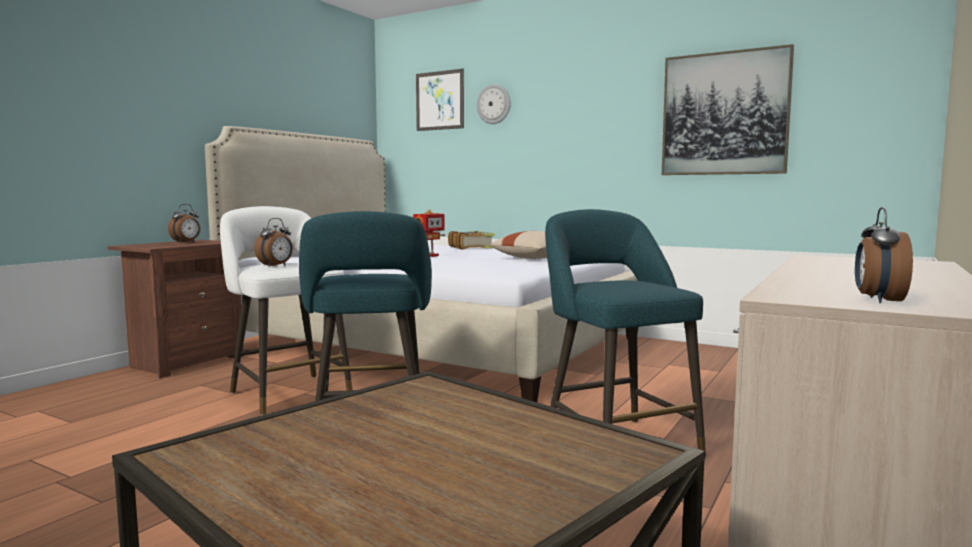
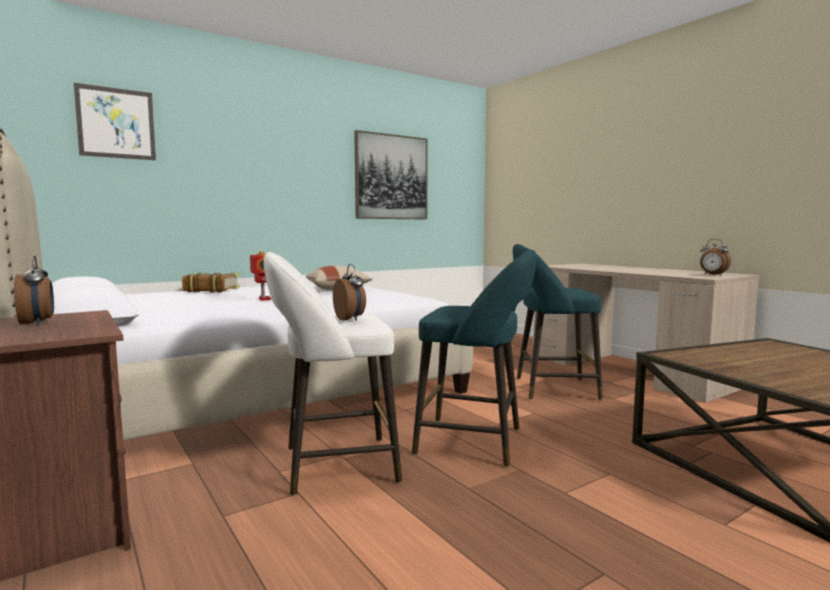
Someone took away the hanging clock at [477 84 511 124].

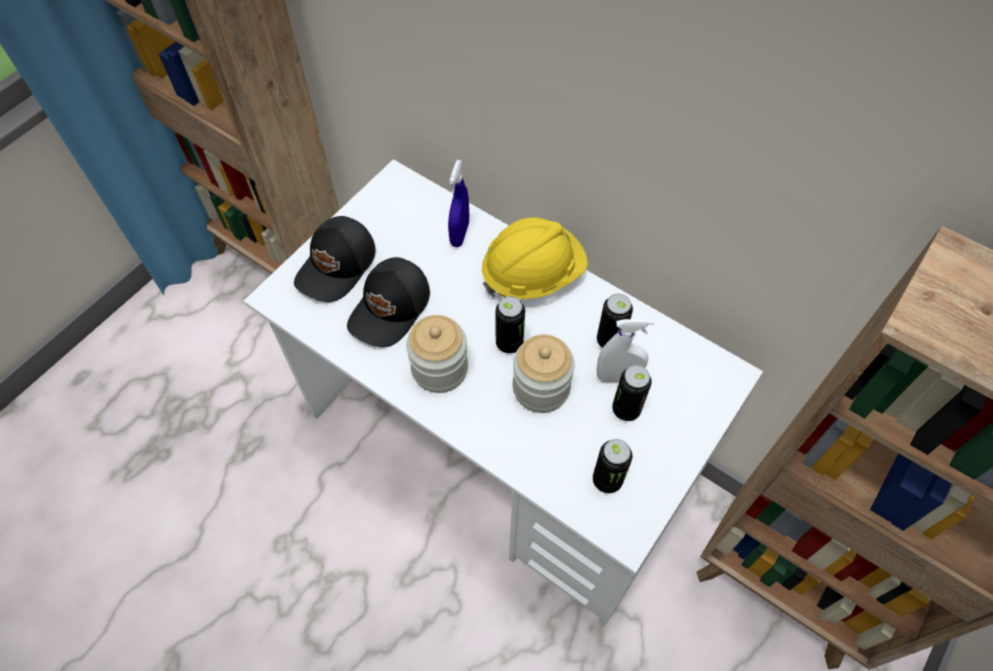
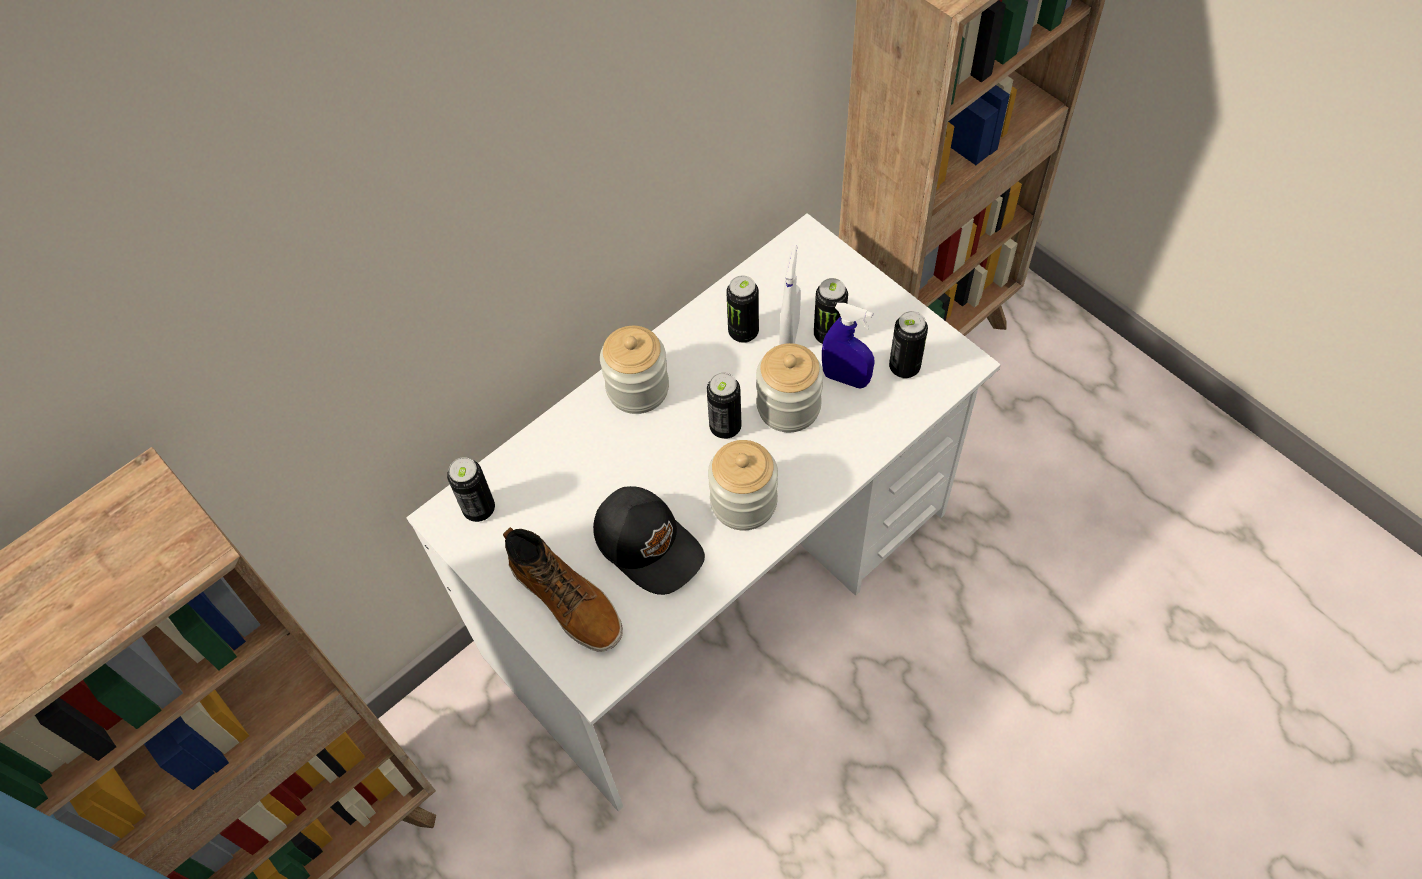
Someone carried the sprayer (bluish) from [448 160 469 247] to [822 303 874 389].
Someone swapped the peaked cap (black) at [294 216 376 302] for the tall boot at [503 527 623 652].
Someone swapped the safety helmet (yellow-coloured) at [482 217 588 299] for the jar at [600 326 669 414].
Someone put down the metal can at [447 457 495 522].

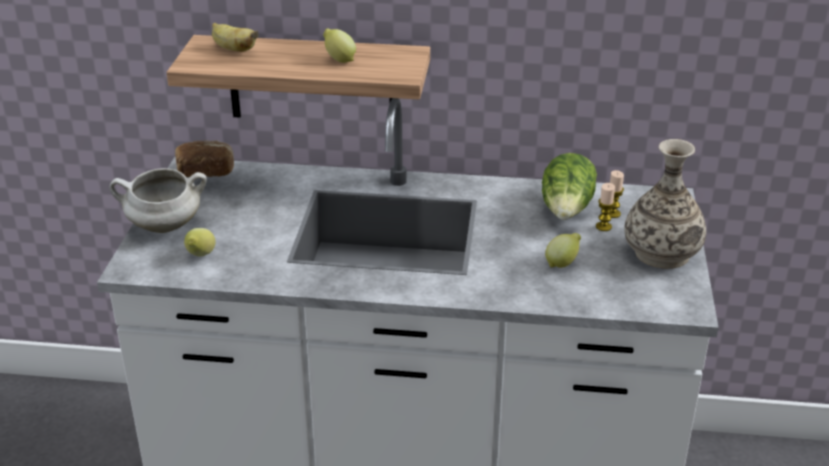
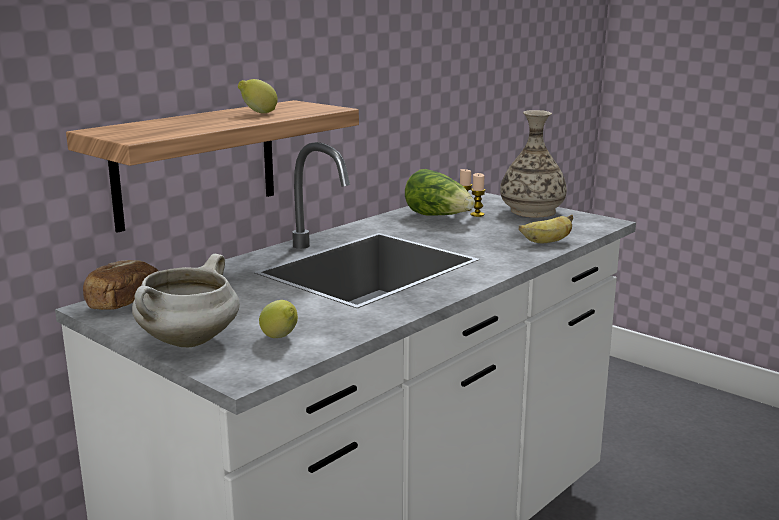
Someone carried the banana from [212 23 259 52] to [519 214 573 243].
Someone took away the whole lemon at [545 233 581 268].

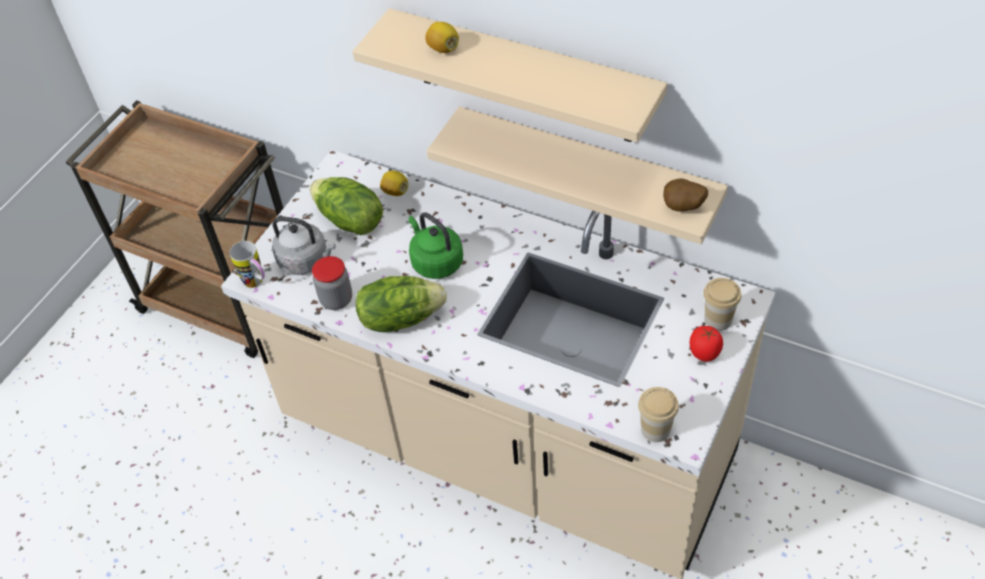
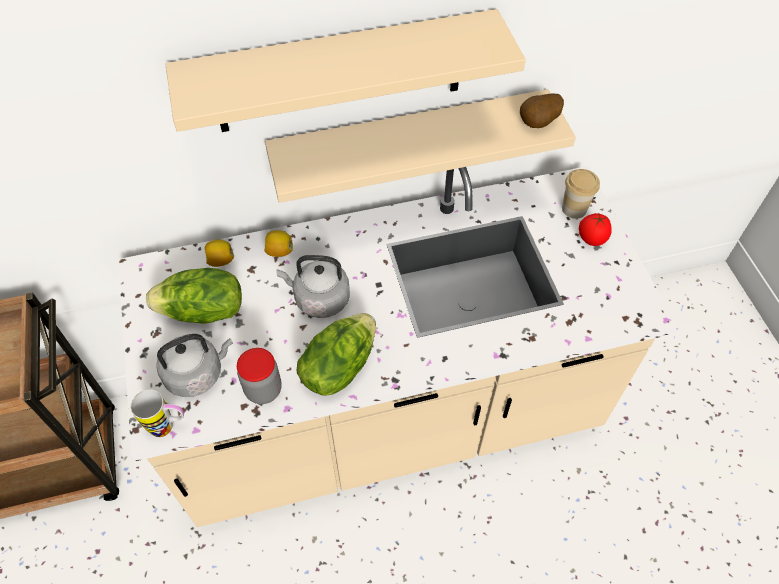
Someone carried the whole lemon from [425 22 459 53] to [265 230 293 257].
Someone repainted the water kettle (green-coloured) at [408 213 463 279], which became the water kettle (greyish) at [276 255 350 318].
Someone took away the cup at [638 387 679 442].

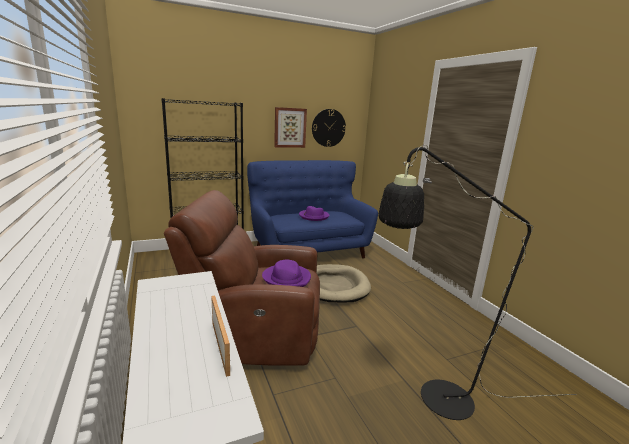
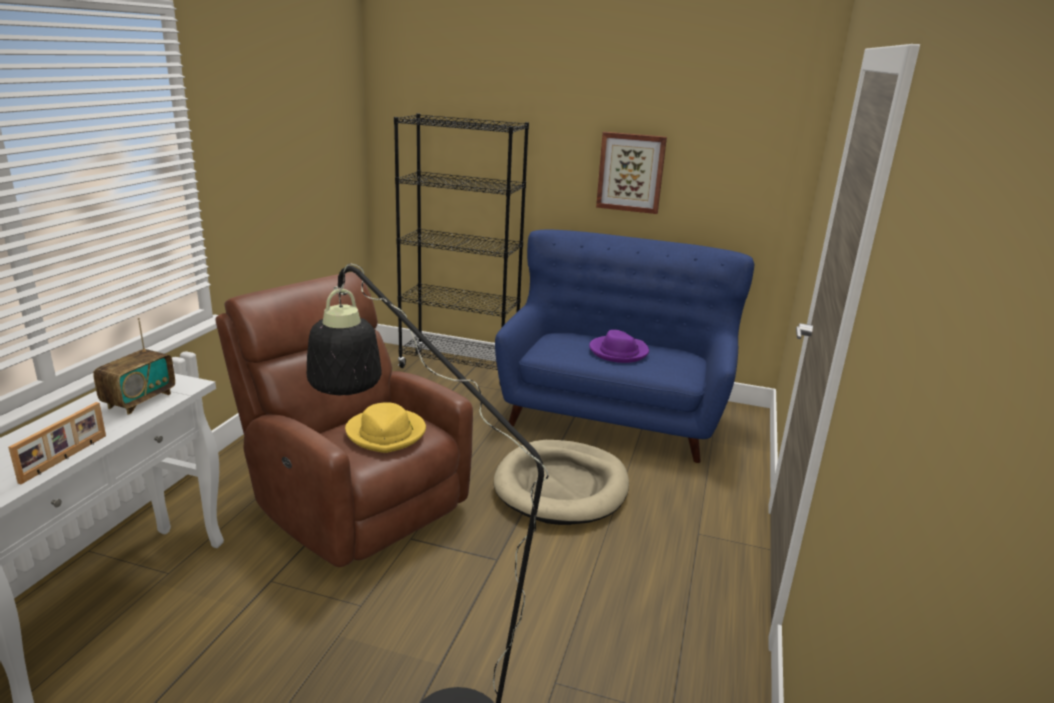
Someone took away the hanging clock at [312 109 346 147].
Someone repainted the clothing hat (purplish) at [262 260 311 287], which became the clothing hat (yellow-coloured) at [345 402 426 453].
Someone put down the radio set at [93 318 175 415].

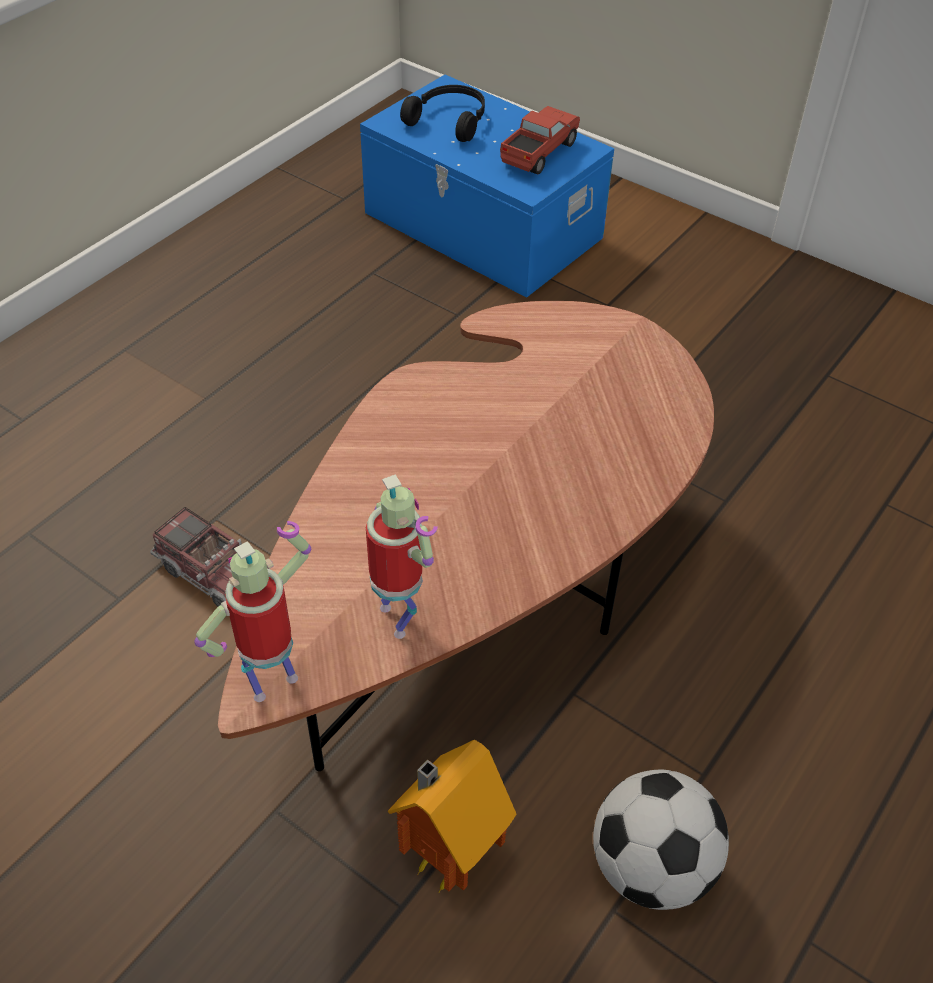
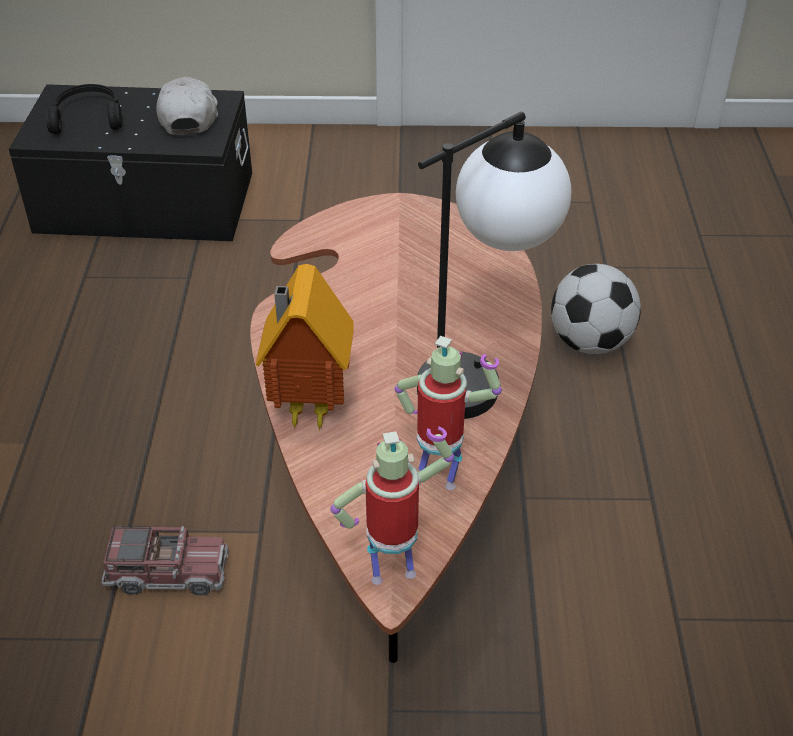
Someone repainted the storage box (bluish) at [360 75 614 298], which became the storage box (black) at [9 84 252 241].
Someone swapped the model truck at [500 106 580 174] for the peaked cap (white) at [156 77 218 135].
Someone rotated the model robot at [194 521 311 702] by 60 degrees clockwise.
Someone carried the toy house from [387 740 516 892] to [256 264 354 432].
Someone carried the football ball from [593 769 729 910] to [551 264 641 354].
Someone put down the tabletop lamp at [417 112 571 419].

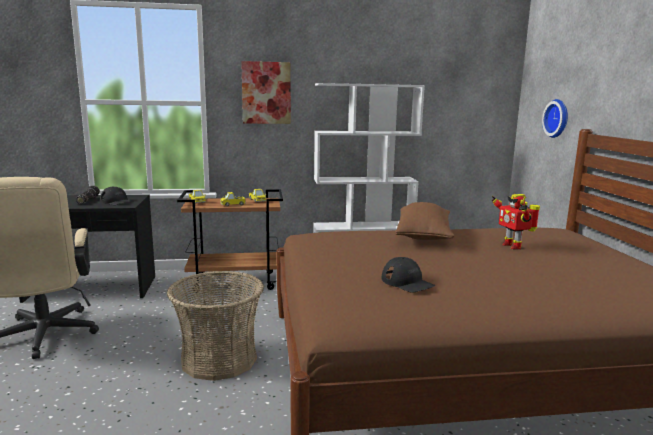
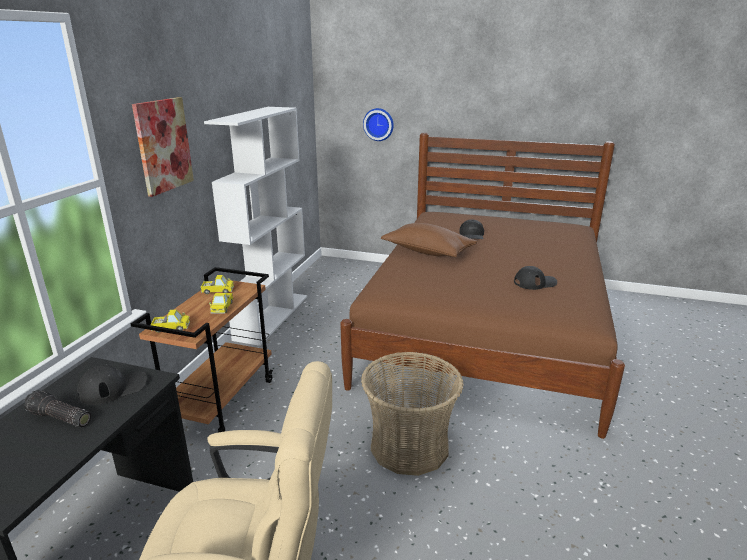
Someone swapped the model robot at [492 194 540 250] for the peaked cap (black) at [459 219 484 239].

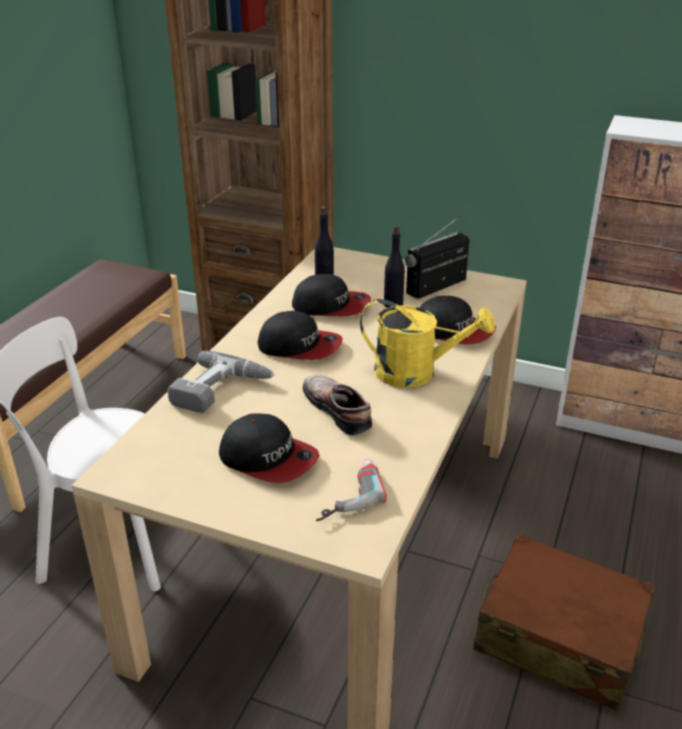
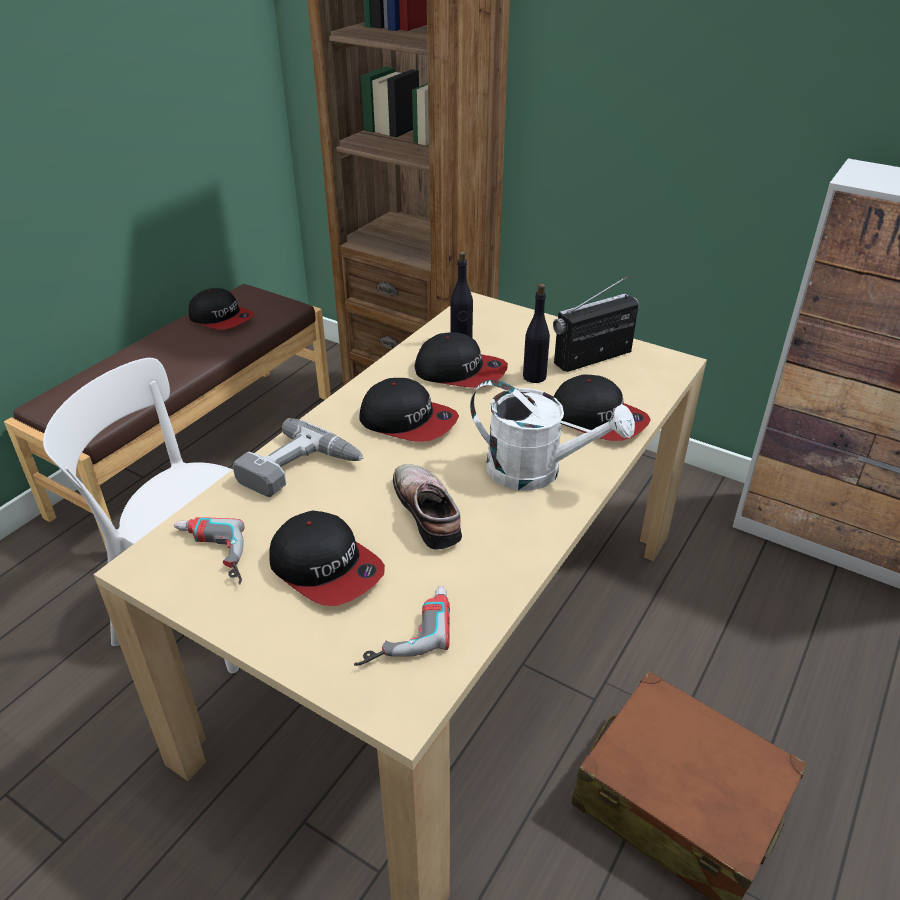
Someone repainted the watering pot (yellow-coloured) at [360 299 495 388], which became the watering pot (white) at [470 380 635 490].
Someone put down the peaked cap at [189 288 254 330].
Someone put down the power drill at [174 517 245 585].

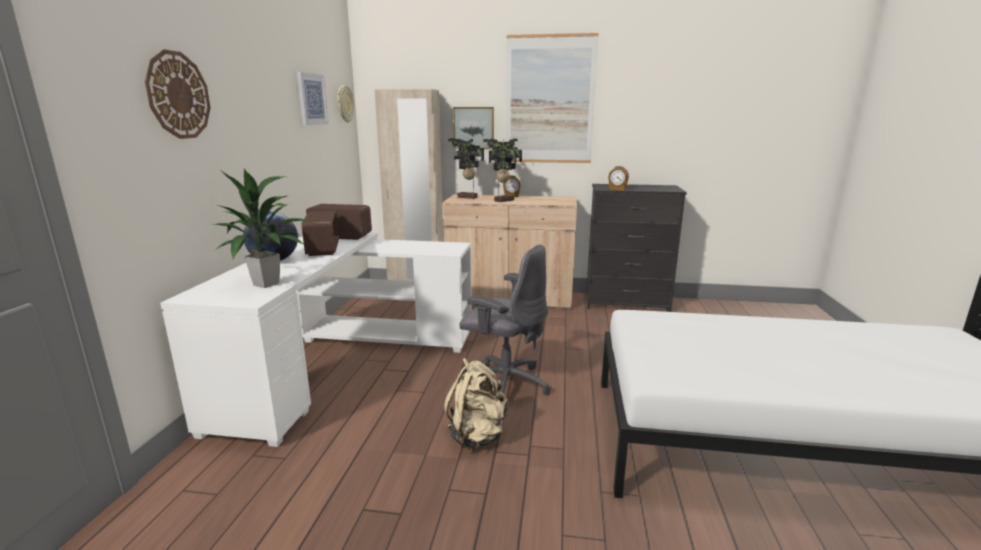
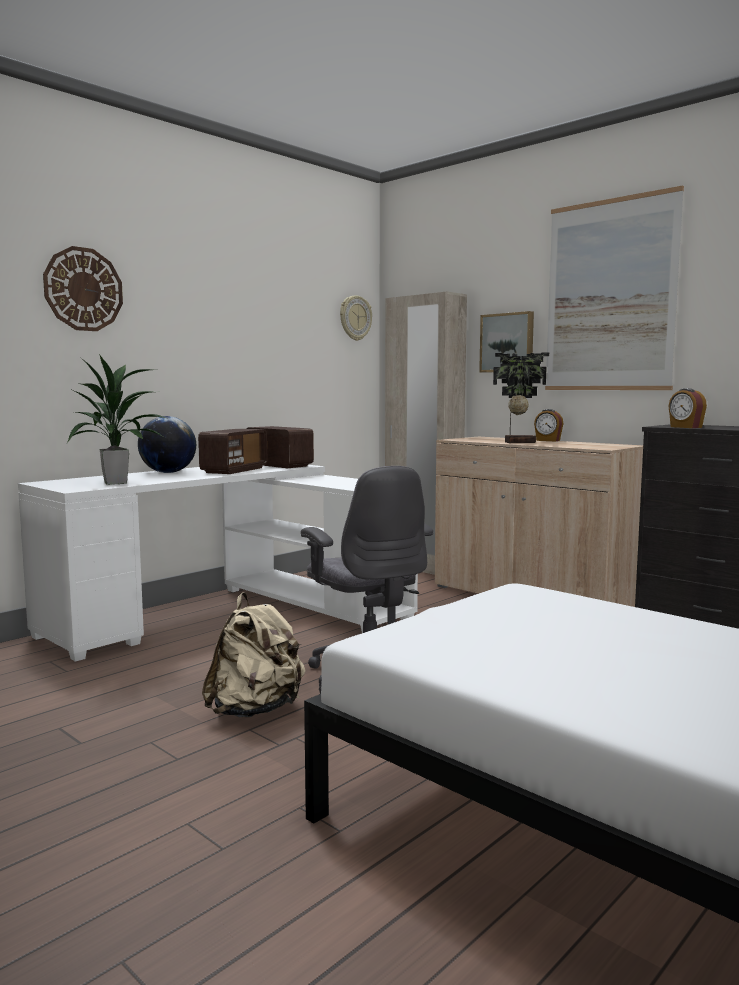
Someone took away the wall picture at [297 72 329 125].
Someone took away the potted plant at [448 138 484 199].

